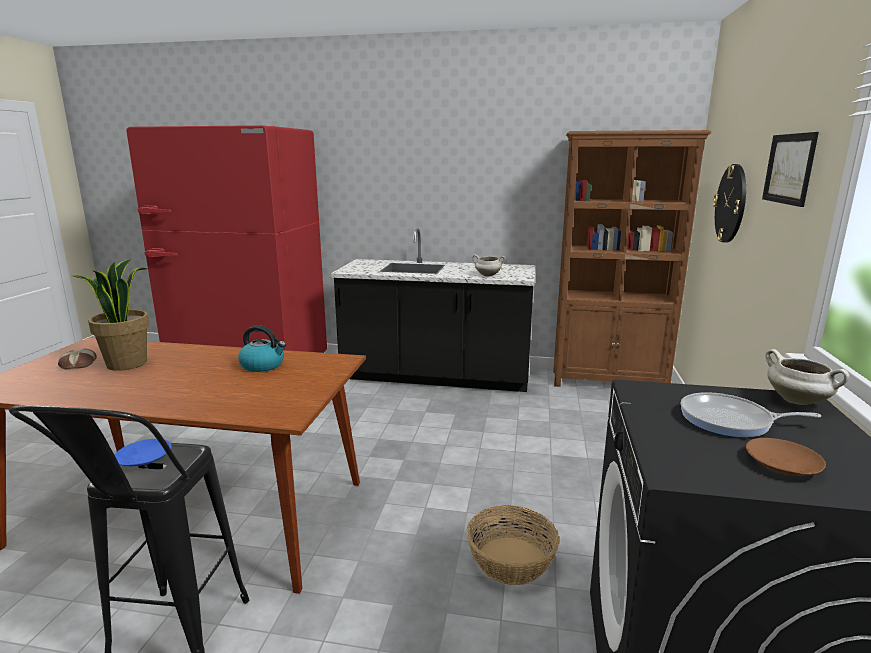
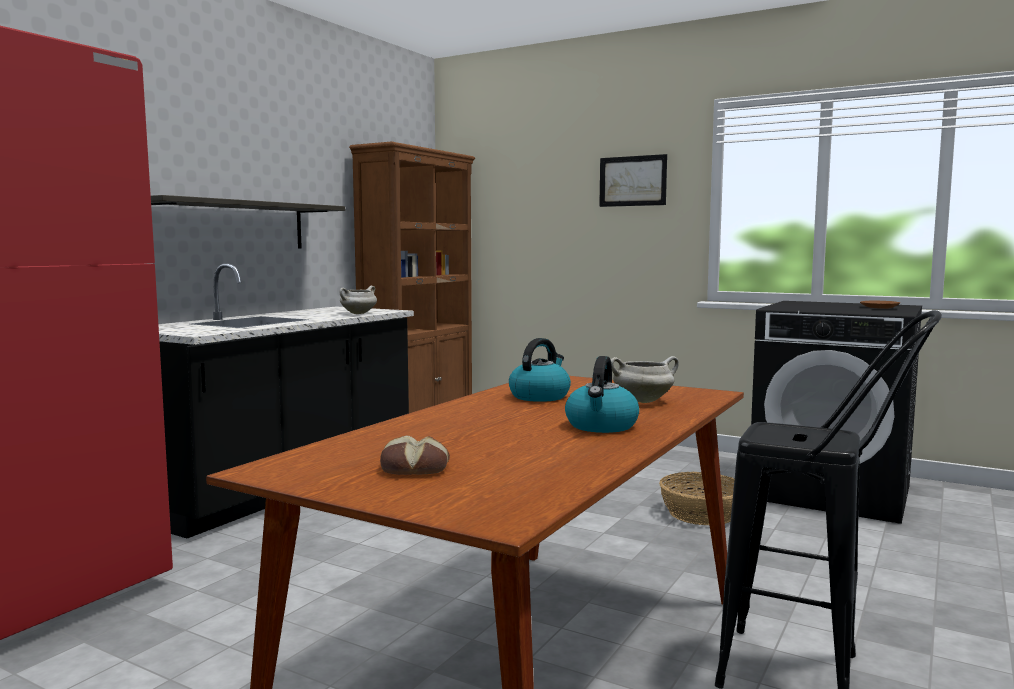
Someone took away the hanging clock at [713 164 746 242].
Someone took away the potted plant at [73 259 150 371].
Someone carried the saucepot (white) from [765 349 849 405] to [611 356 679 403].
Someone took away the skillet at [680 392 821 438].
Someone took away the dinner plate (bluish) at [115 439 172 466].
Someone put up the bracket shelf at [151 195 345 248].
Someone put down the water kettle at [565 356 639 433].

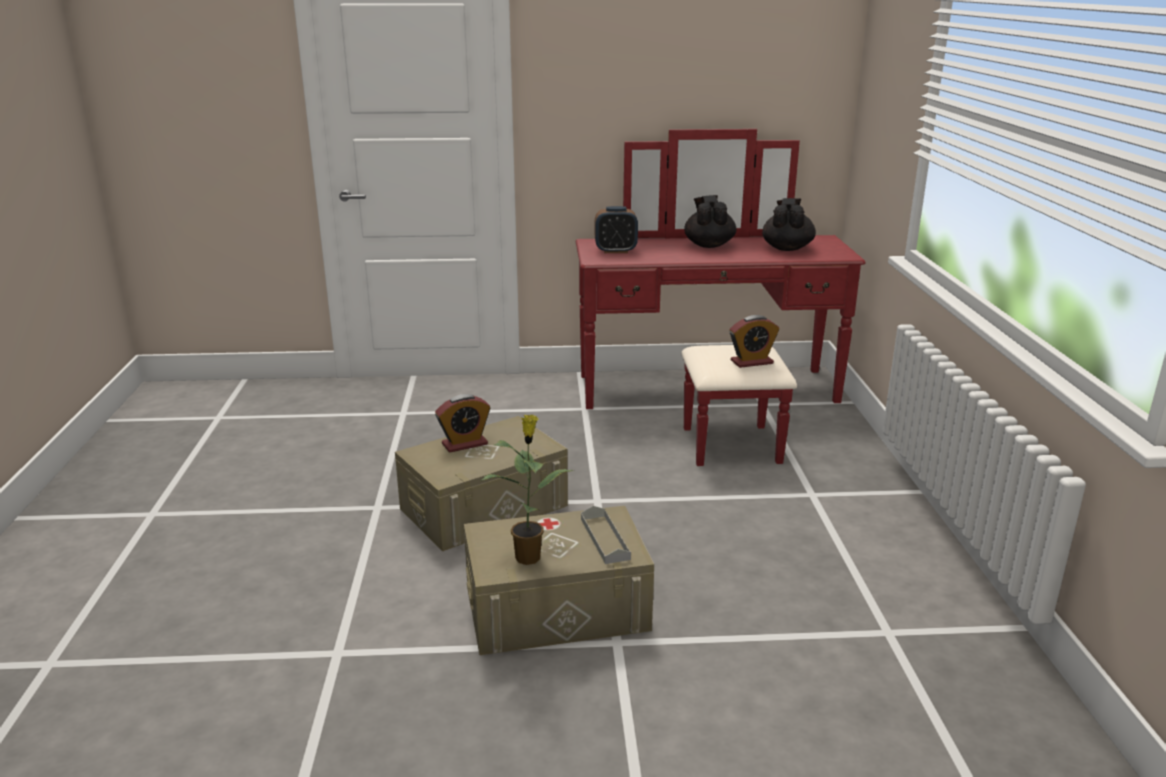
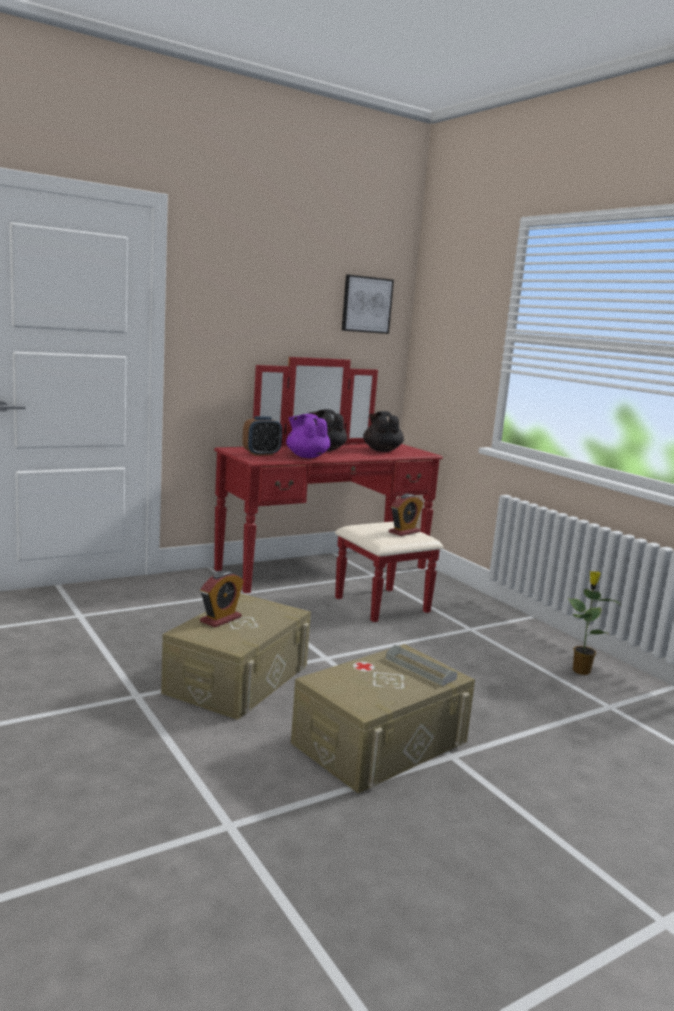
Someone carried the potted plant from [480 415 573 565] to [568 571 621 675].
Someone put up the wall picture at [342 275 394 334].
Someone put down the teapot (purplish) at [286 414 331 458].

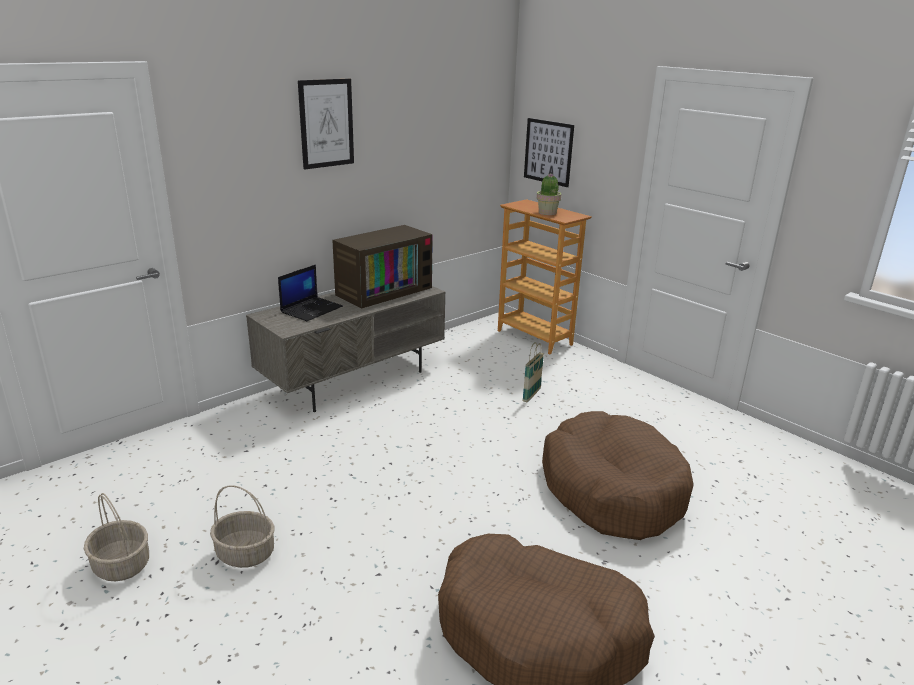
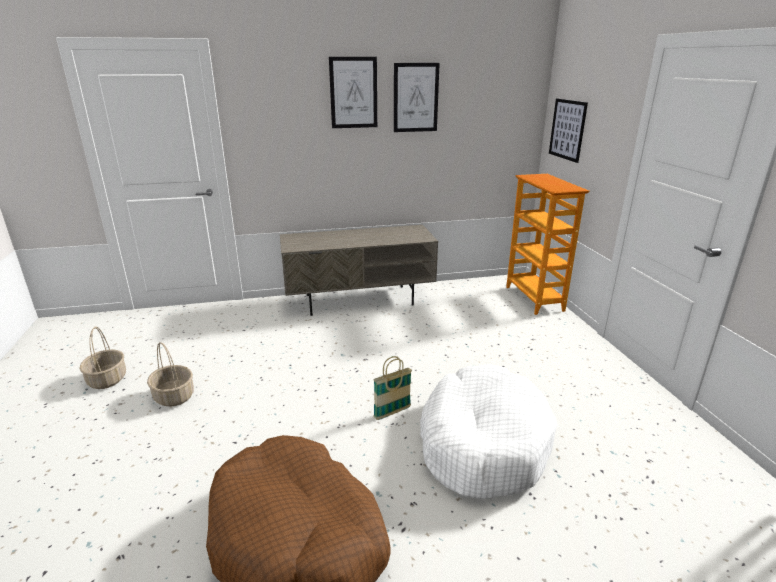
Someone took away the potted plant at [537 173 562 215].
Someone took away the TV set at [332 225 433 309].
Someone took away the laptop at [278 264 343 321].
Someone carried the storage basket from [522 342 544 402] to [373 356 412 420].
Someone repainted the dog bed (brown) at [542 411 694 540], which became the dog bed (white) at [420 364 557 500].
Someone put up the wall picture at [394 63 440 132].

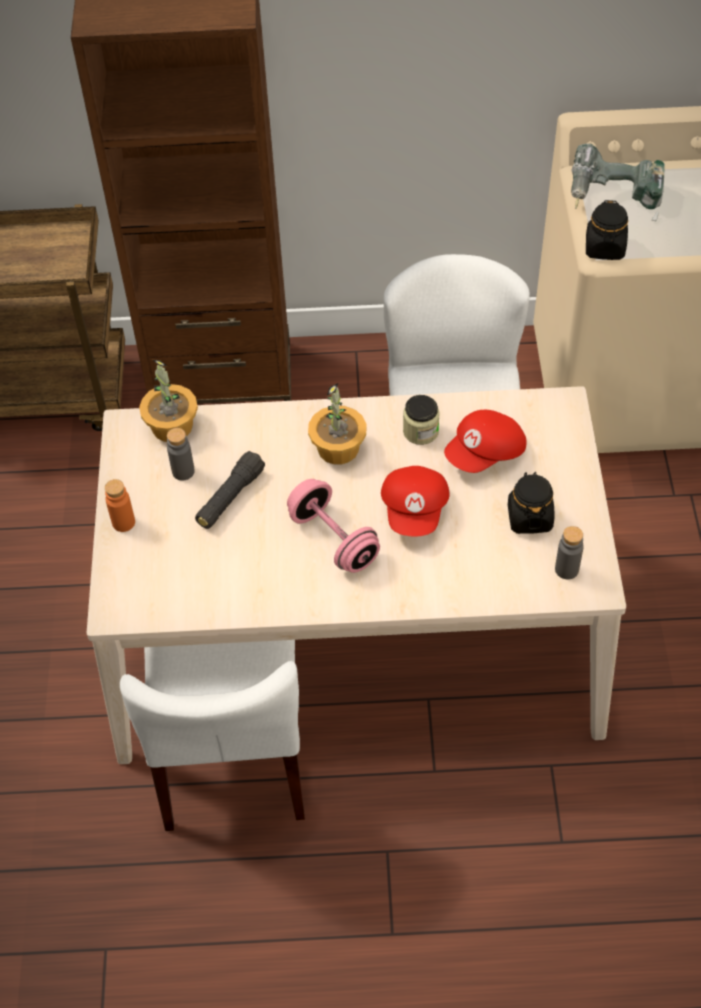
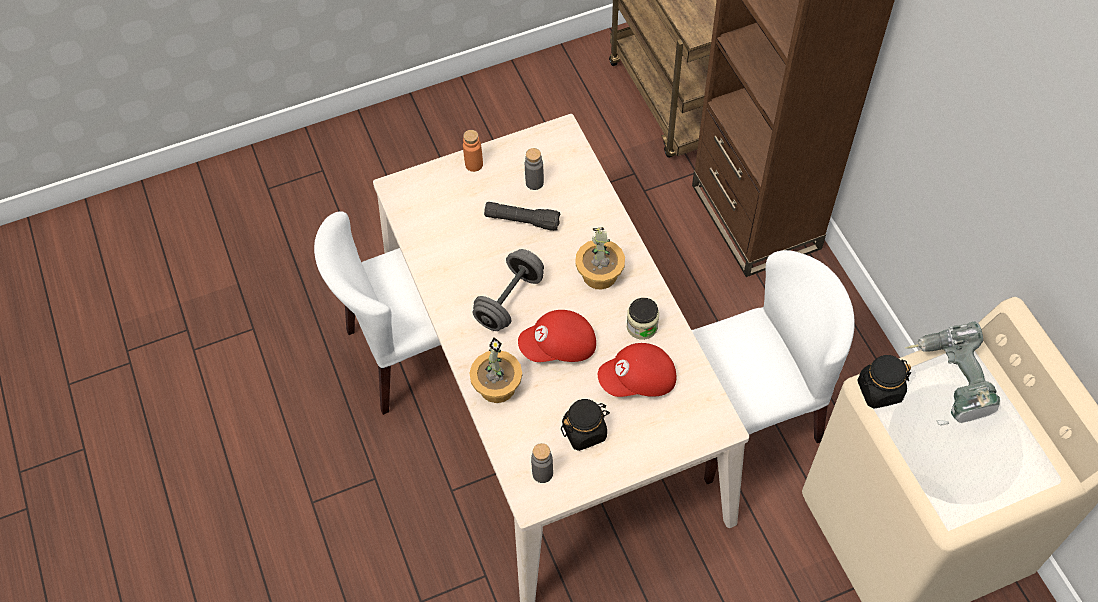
Someone carried the potted plant from [139 360 198 442] to [470 337 522 403].
Someone rotated the peaked cap (red-coloured) at [444 410 527 473] by 45 degrees counterclockwise.
Someone repainted the hand weight (pink) at [287 479 380 573], which became the hand weight (greyish) at [473 249 544 331].

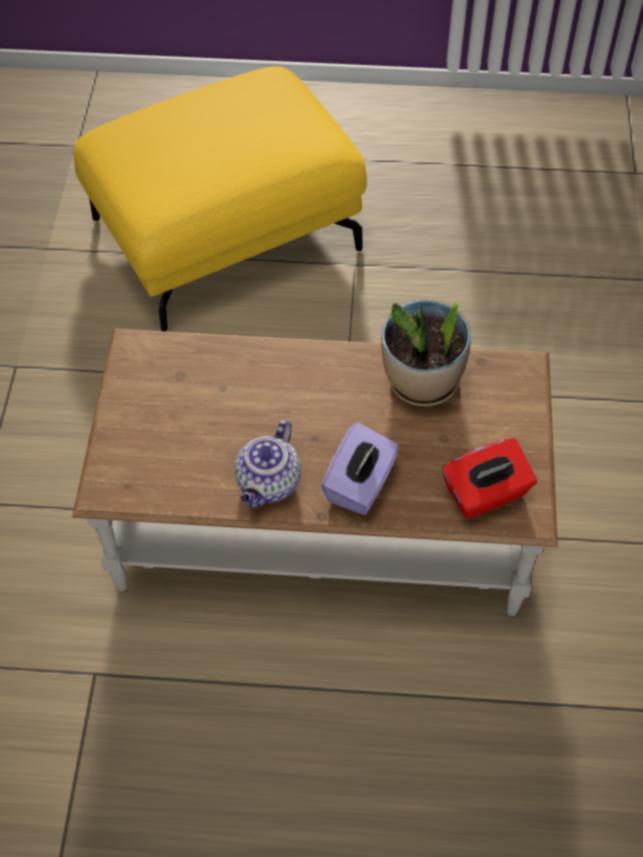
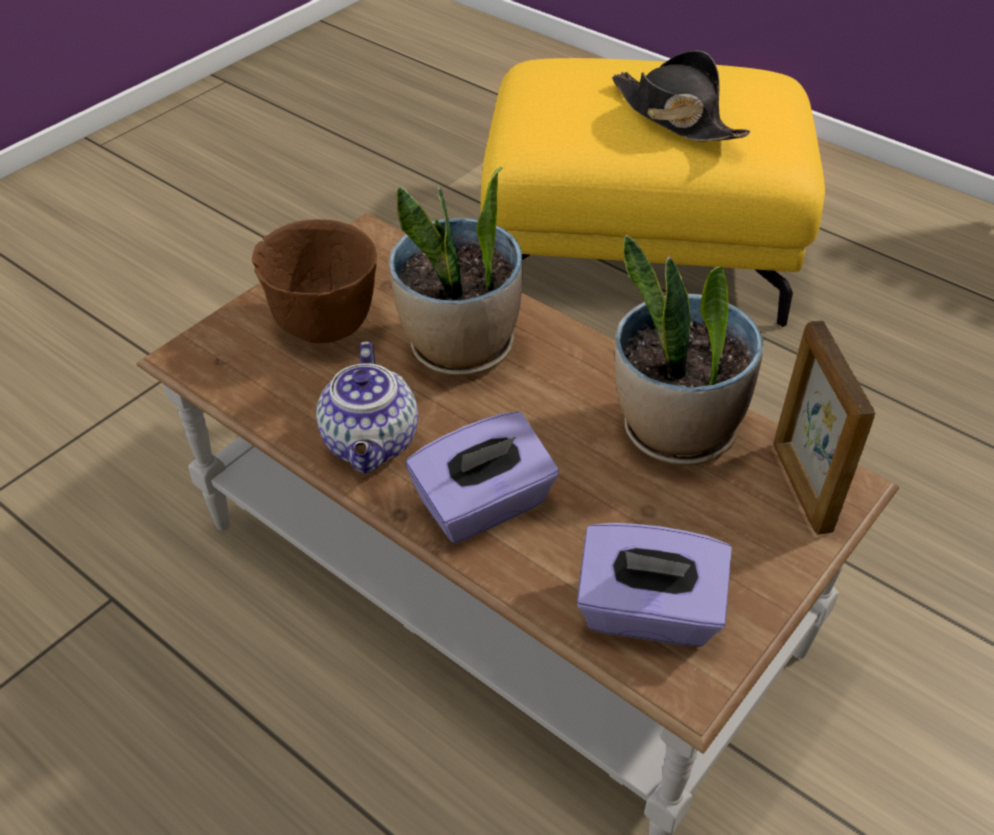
Someone rotated the teapot at [235 420 301 508] by 60 degrees counterclockwise.
Someone repainted the tissue box (red-coloured) at [442 438 537 519], which became the tissue box (purplish) at [577 523 732 647].
Someone put down the clothing hat (black) at [612 50 751 142].
Someone put down the potted plant at [389 167 523 376].
Someone put down the bowl (brown) at [252 219 377 343].
Someone put down the photo frame at [773 321 875 535].

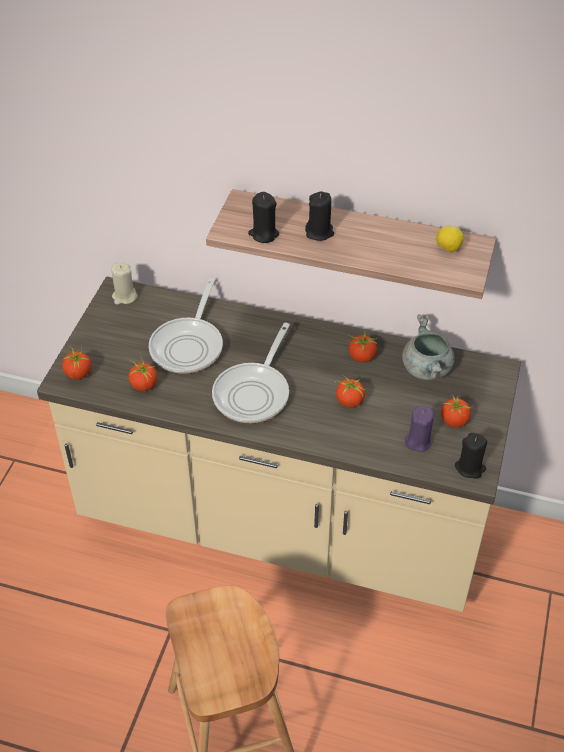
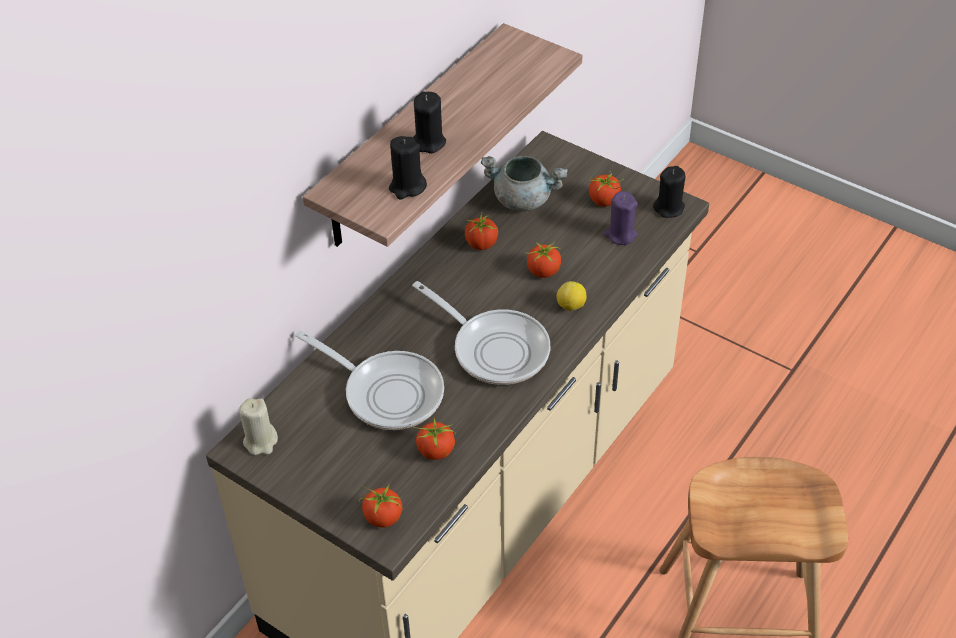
Someone carried the whole lemon from [436 226 464 252] to [557 281 587 311].

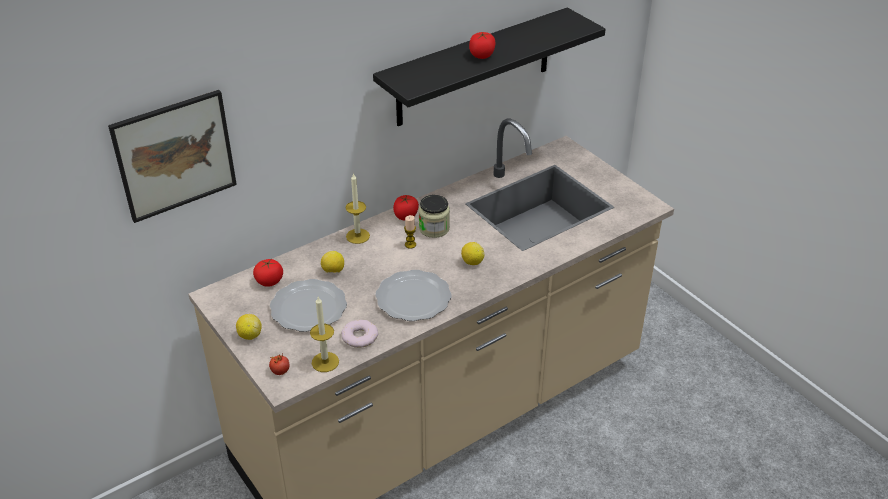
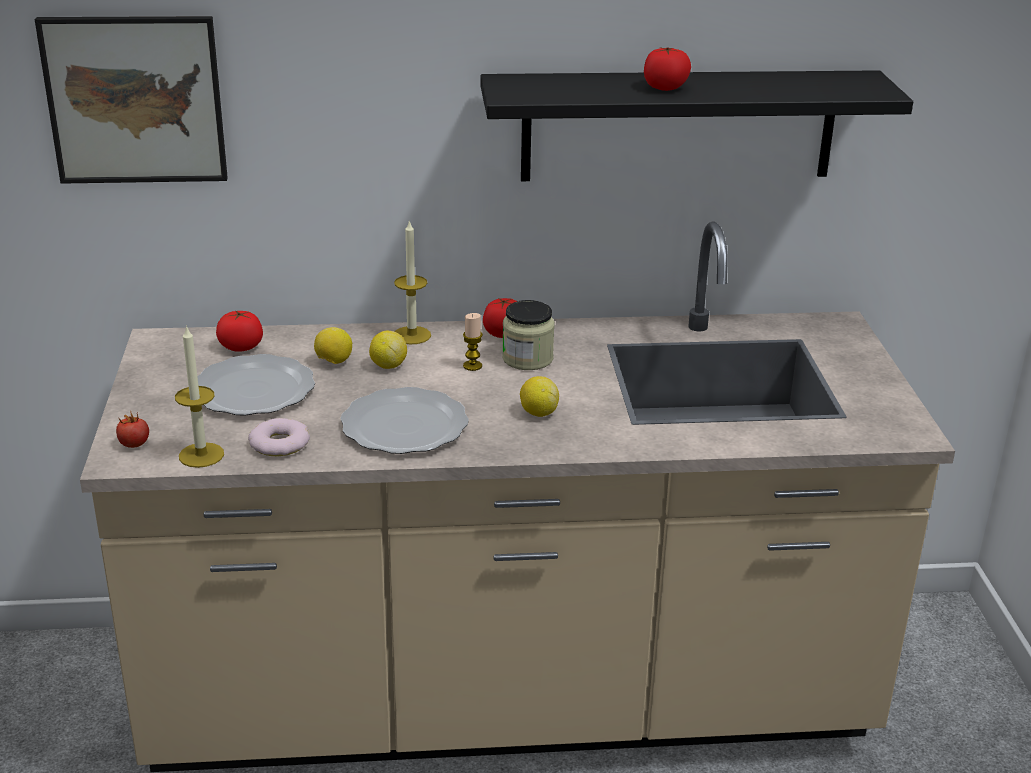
Someone carried the whole lemon from [236 314 262 340] to [369 331 407 369].

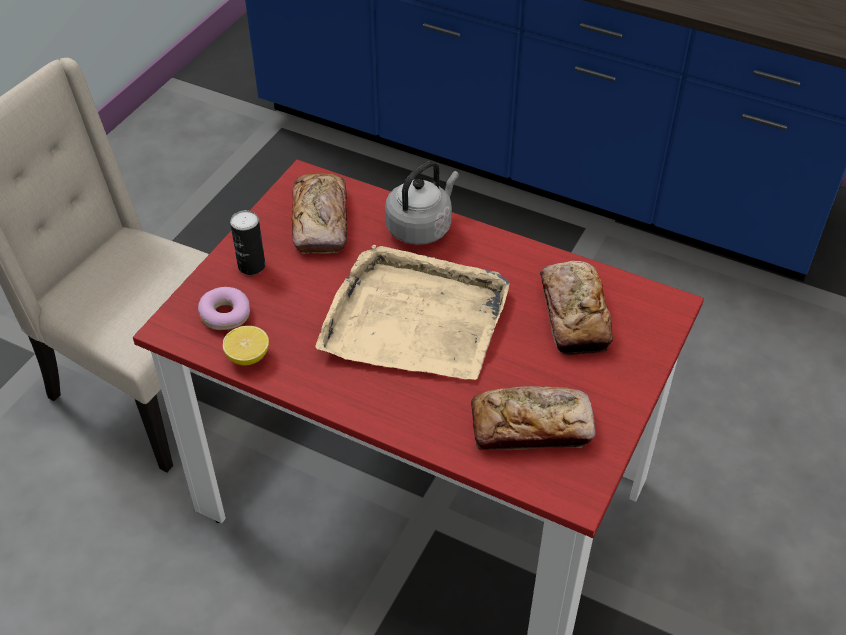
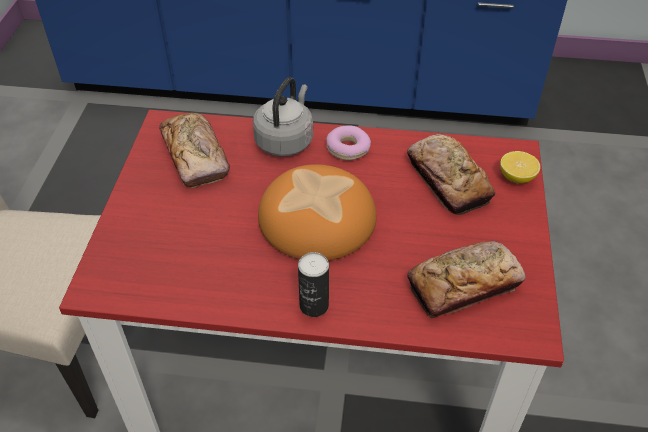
Someone carried the metal can from [230 210 265 275] to [298 252 329 317].
Someone swapped the tray (beige-coloured) at [315 245 510 380] for the bakery bread at [258 164 377 261].
Someone carried the ring doughnut from [198 287 250 330] to [326 125 371 160].
Someone carried the whole lemon from [223 326 269 366] to [500 151 540 183].

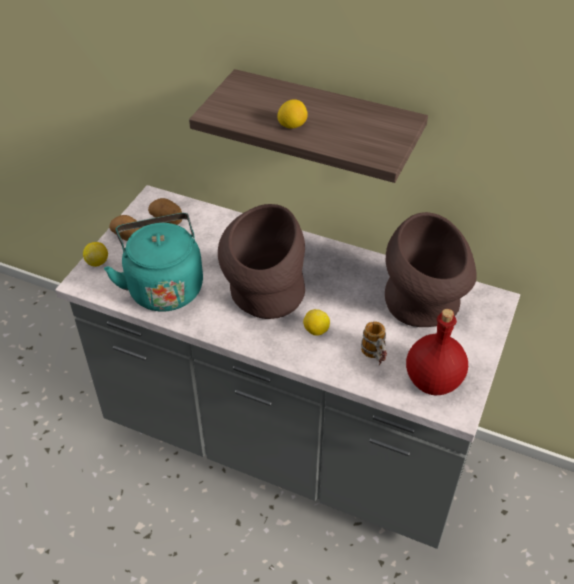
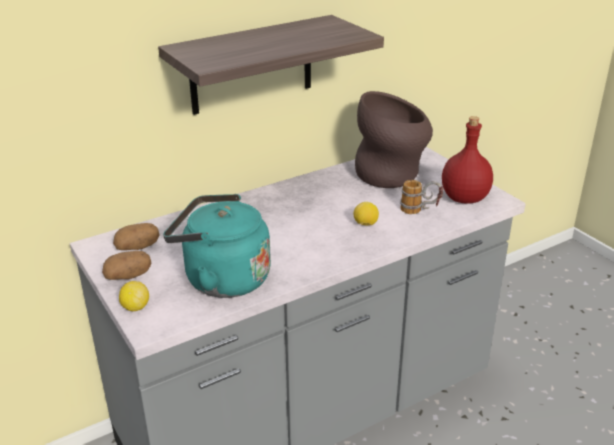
Someone took away the whole lemon at [277 99 308 128].
Someone took away the flower vase (brown) at [218 204 305 319].

